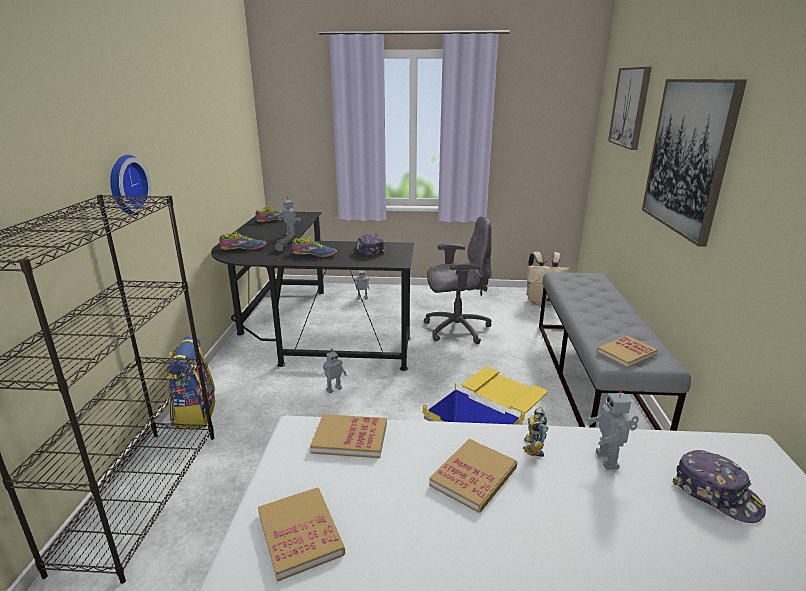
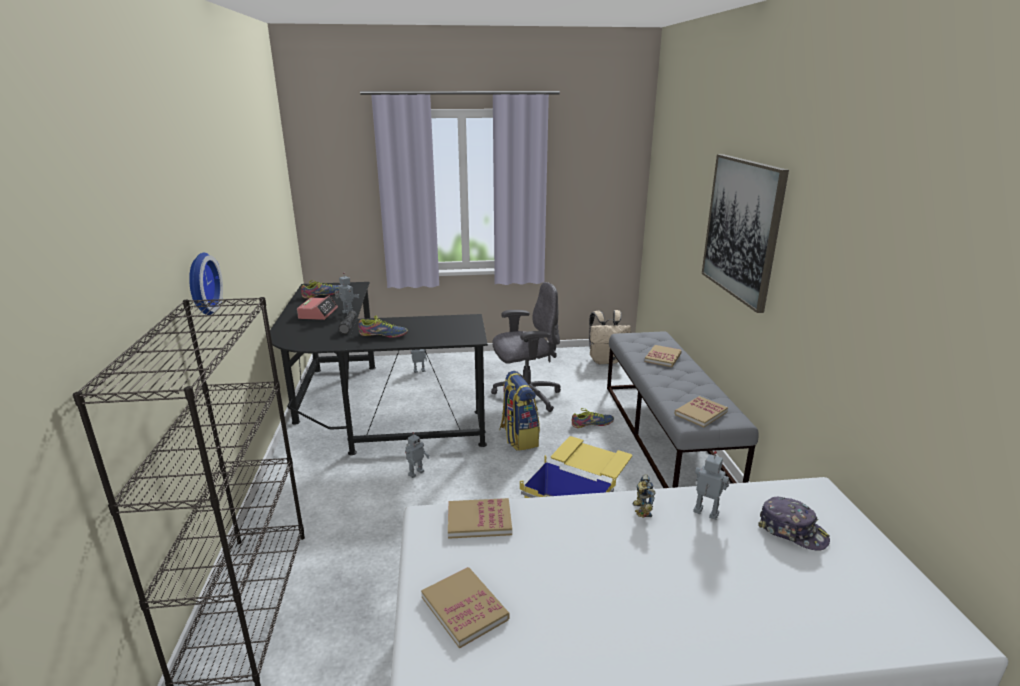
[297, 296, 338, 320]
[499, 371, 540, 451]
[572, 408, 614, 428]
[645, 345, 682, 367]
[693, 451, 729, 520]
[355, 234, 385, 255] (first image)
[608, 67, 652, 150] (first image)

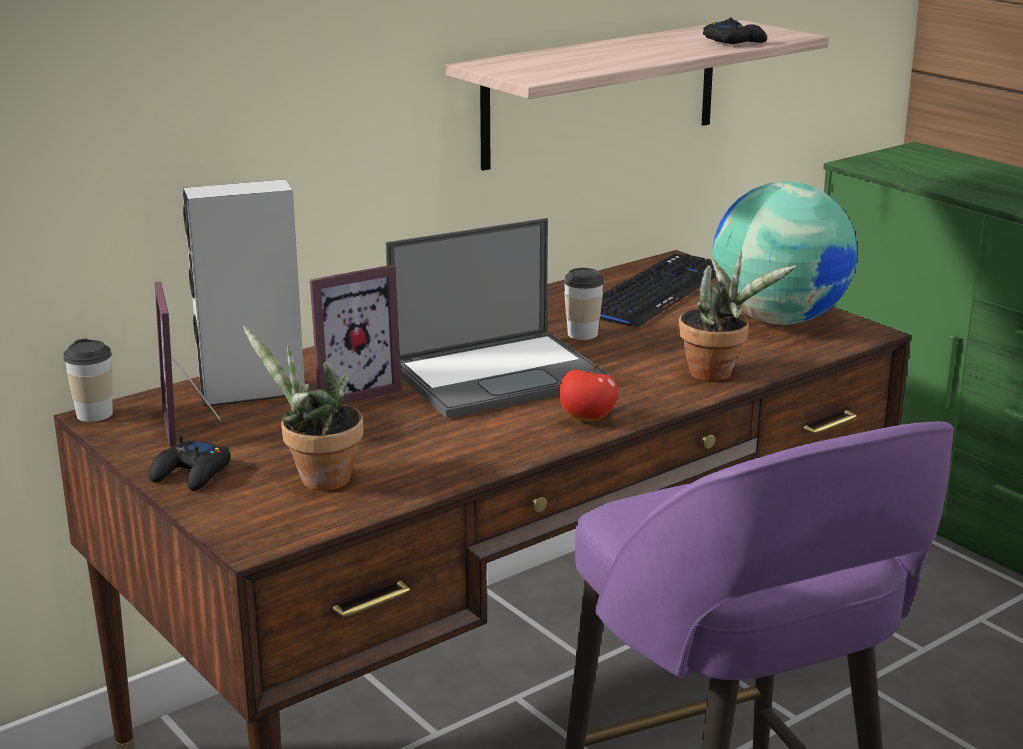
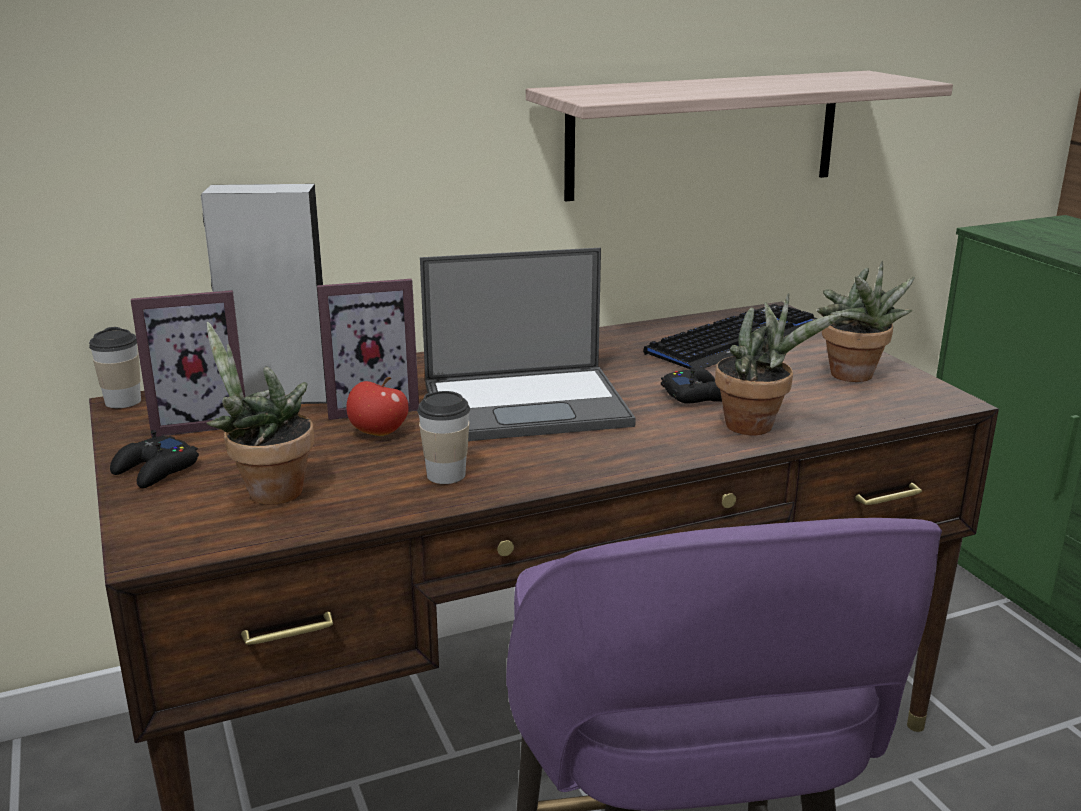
[131, 290, 245, 437]
[346, 377, 408, 436]
[417, 391, 470, 484]
[661, 367, 722, 403]
[817, 261, 915, 382]

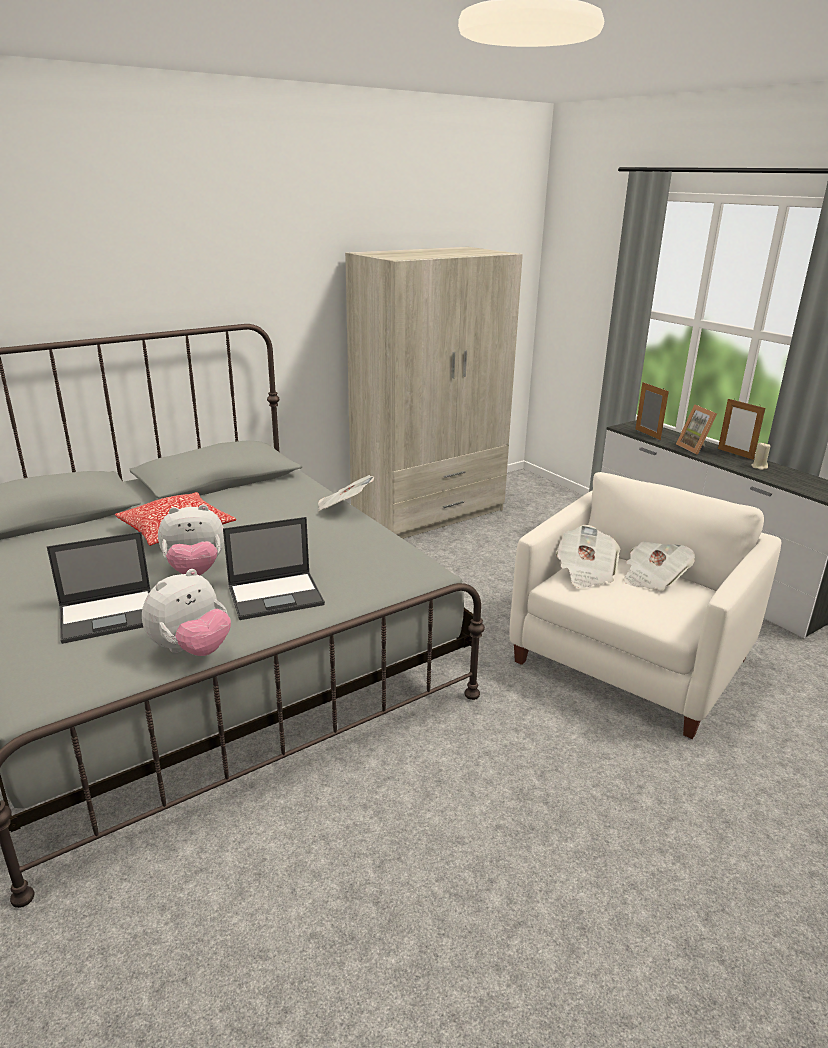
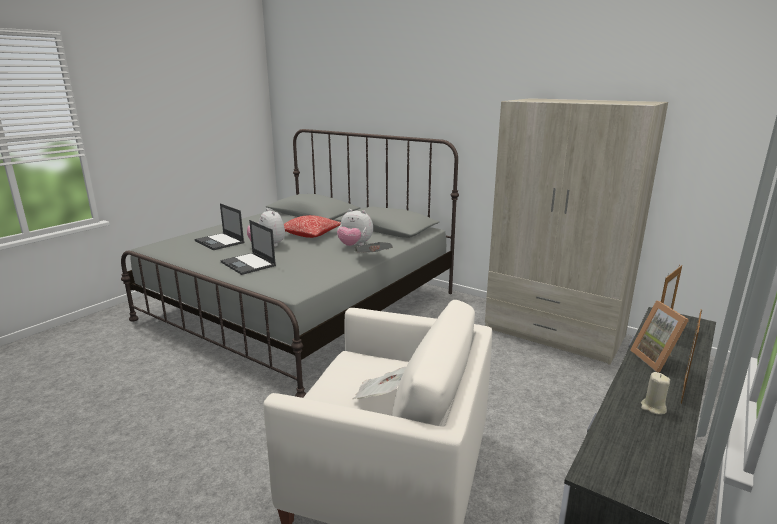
[337, 209, 373, 246]
[630, 300, 689, 372]
[556, 525, 620, 588] (first image)

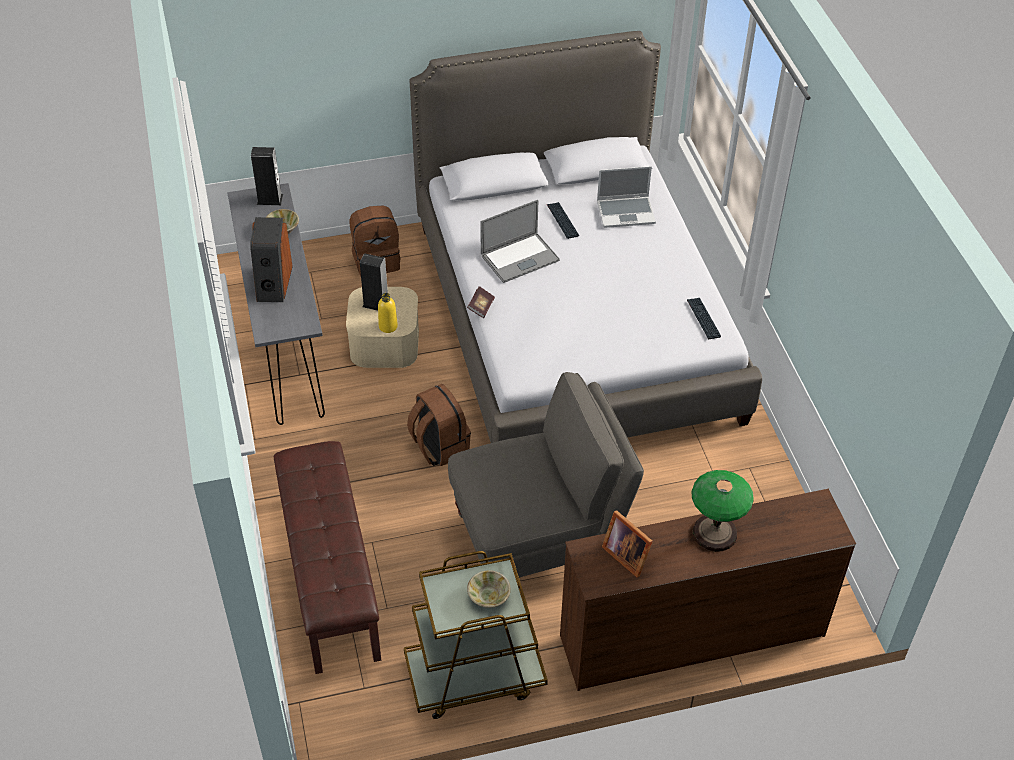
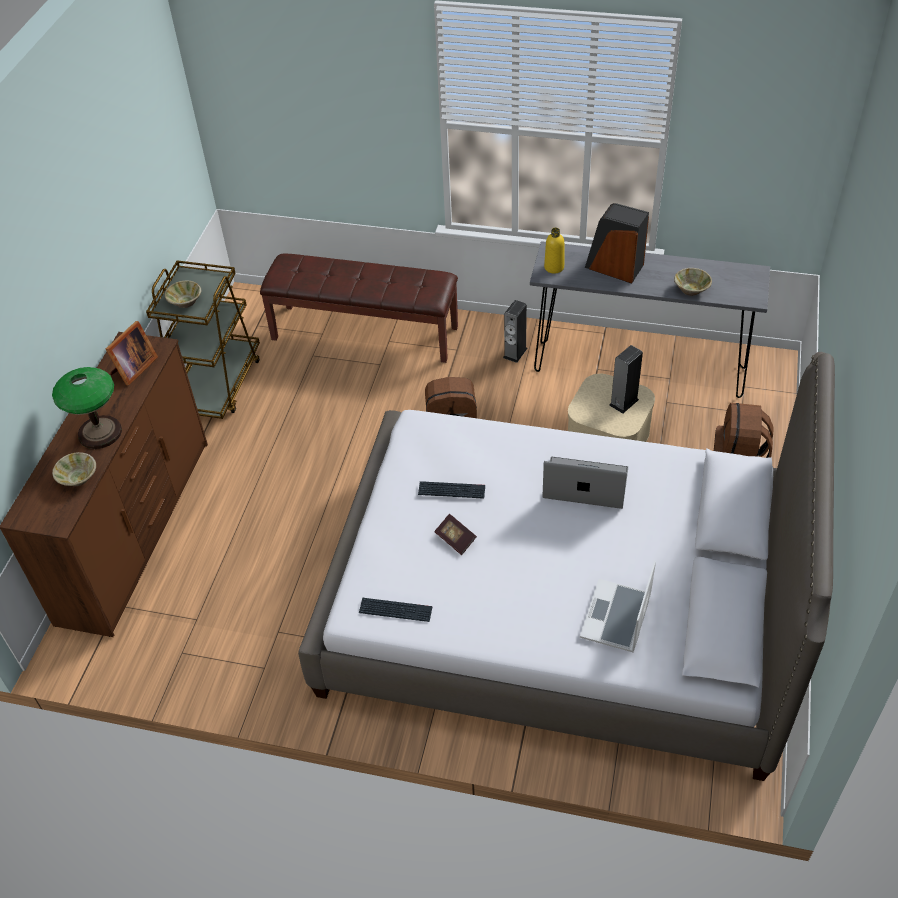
[52, 452, 96, 486]
[106, 321, 158, 386]
[418, 481, 485, 499]
[434, 514, 477, 555]
[503, 300, 528, 363]
[543, 456, 628, 509]
[544, 228, 564, 273]
[448, 372, 644, 578] (first image)

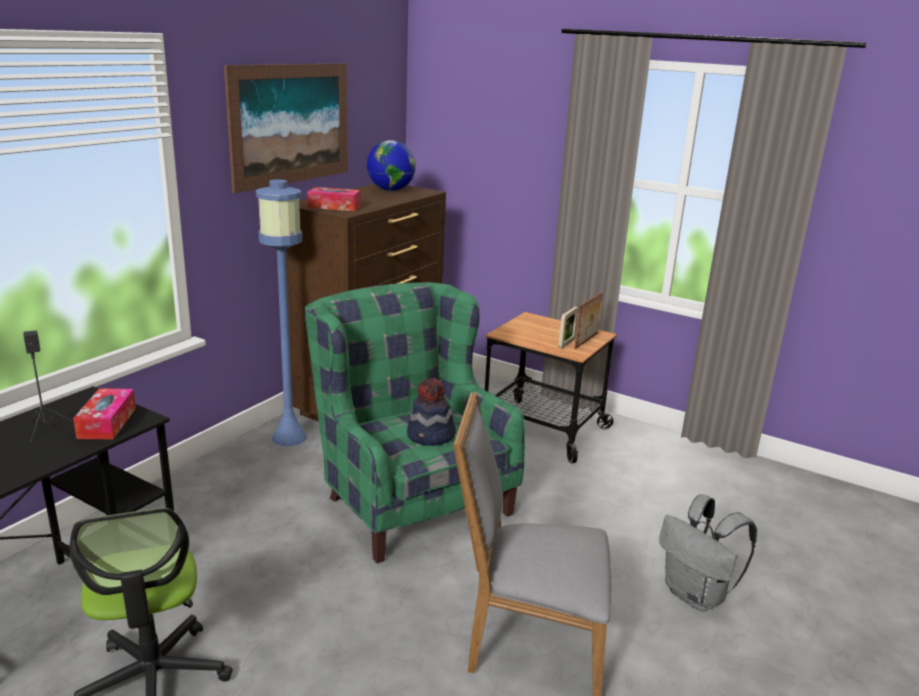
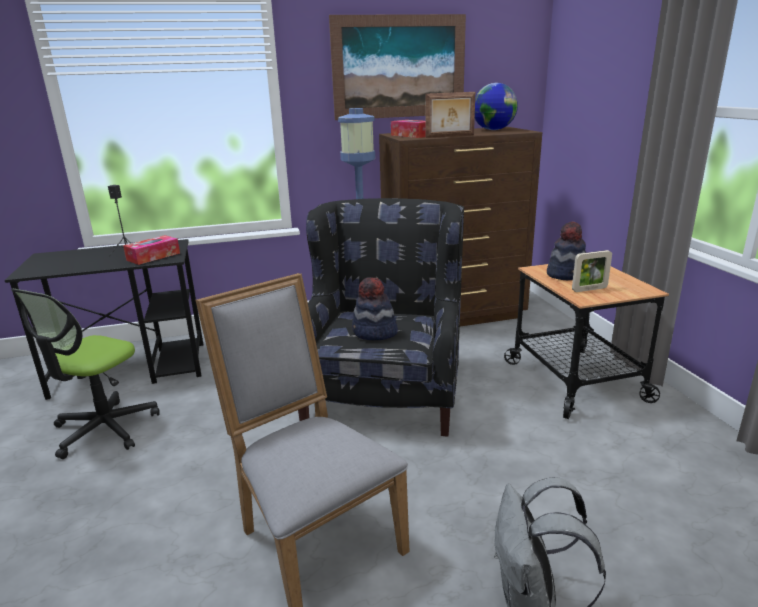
[298, 198, 464, 437]
[425, 92, 476, 138]
[547, 222, 586, 280]

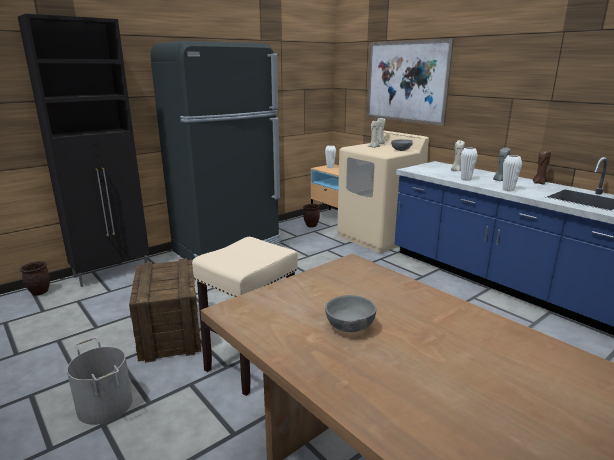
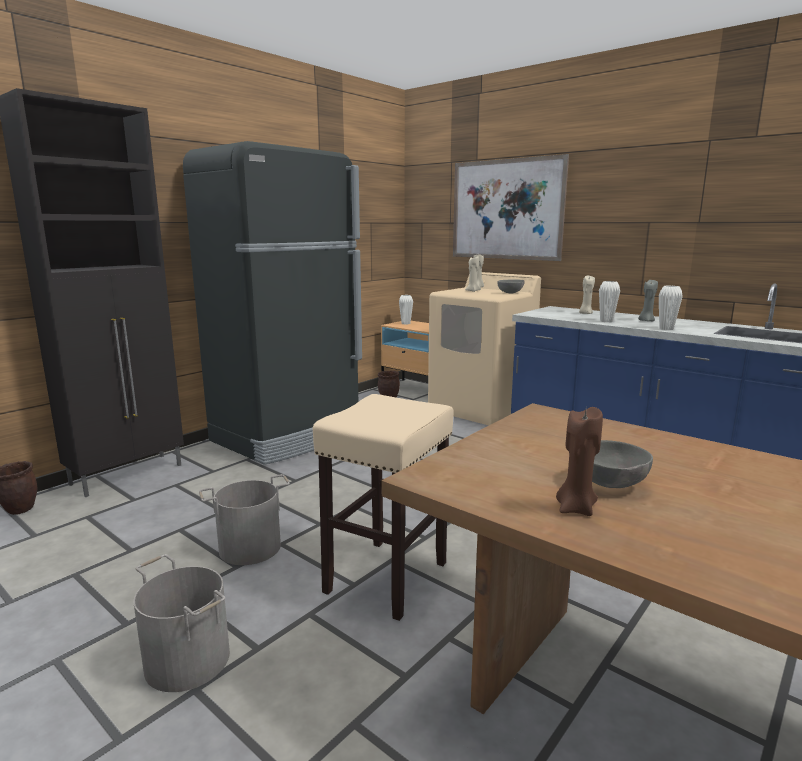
[199, 474, 290, 565]
[556, 407, 603, 516]

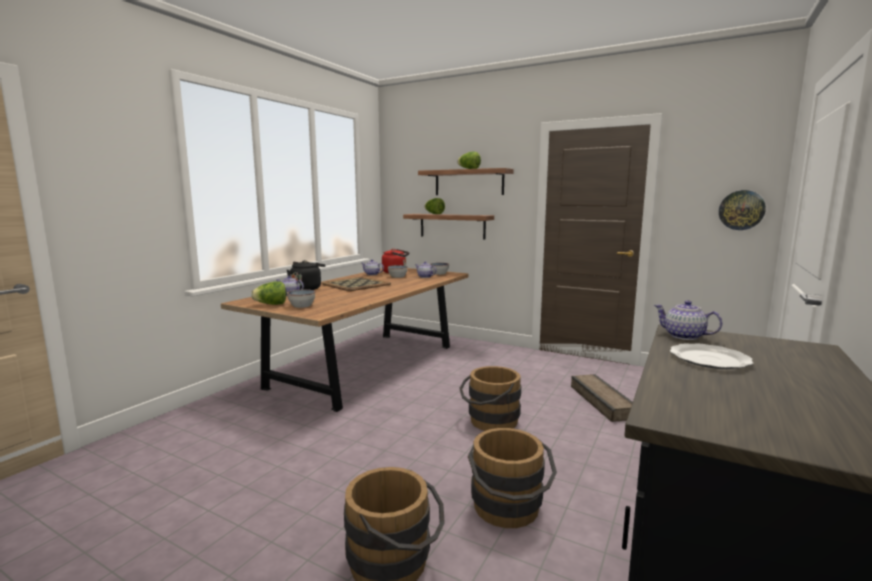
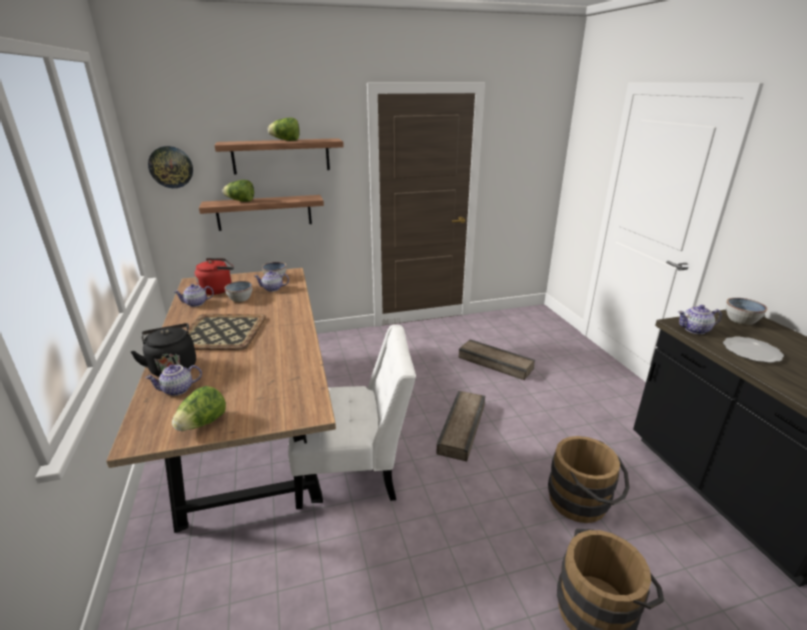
[148, 146, 193, 188]
[288, 325, 416, 509]
[436, 391, 485, 461]
[726, 298, 767, 325]

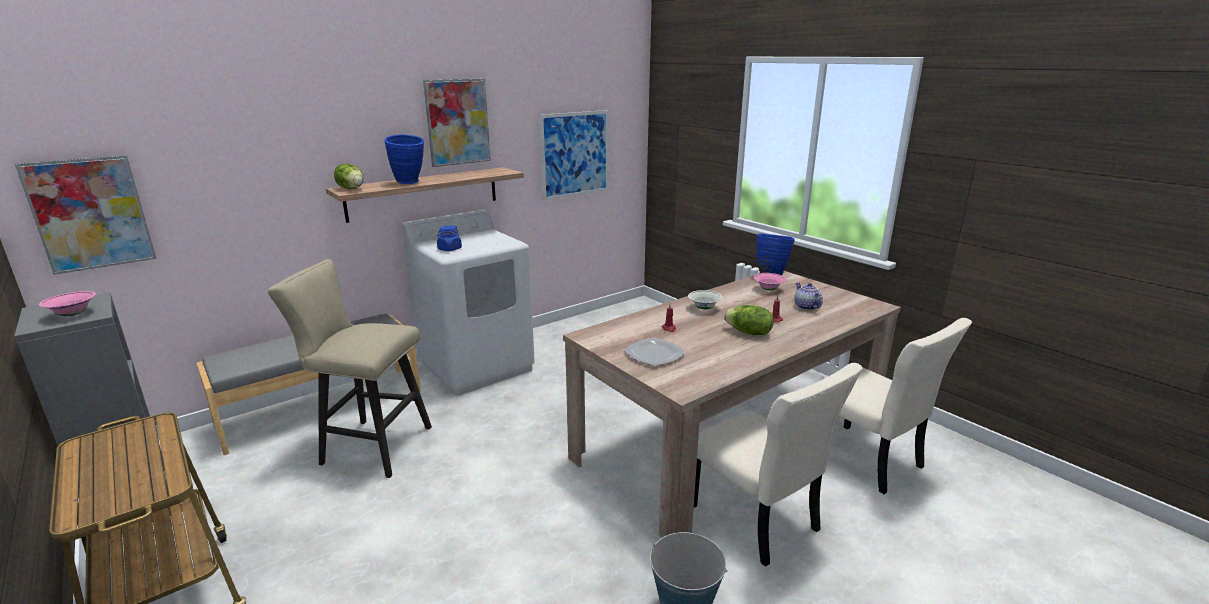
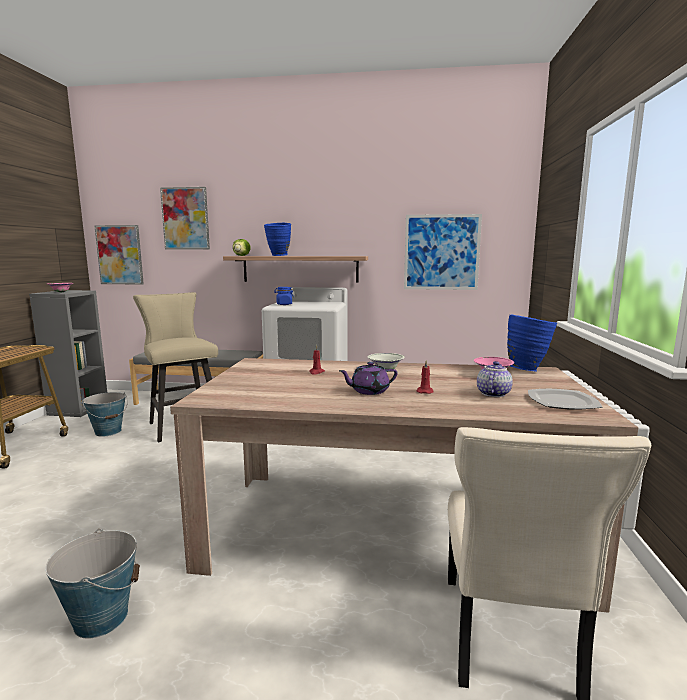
[83, 392, 128, 437]
[160, 187, 210, 249]
[339, 362, 398, 395]
[528, 389, 602, 410]
[694, 363, 863, 567] (first image)

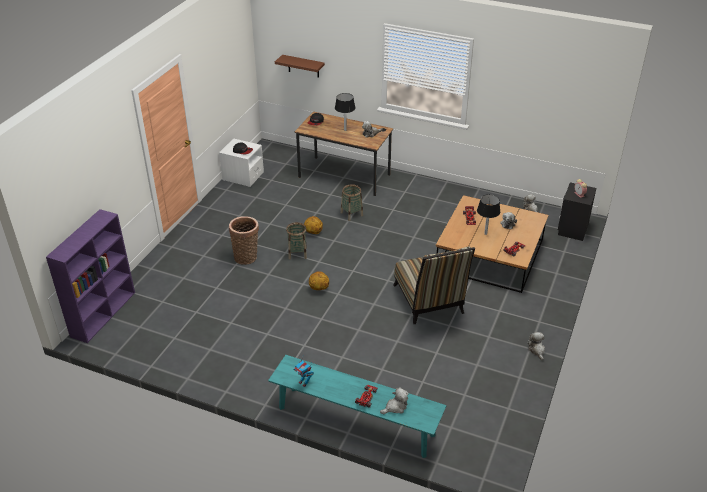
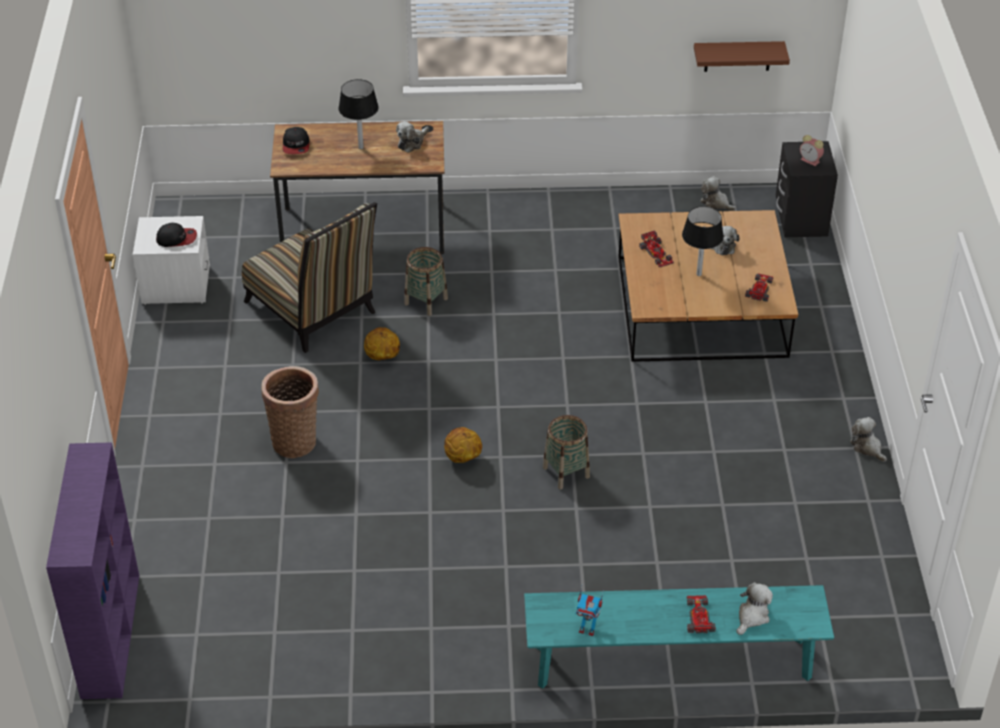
[242, 202, 377, 353]
[543, 415, 590, 490]
[694, 41, 790, 72]

